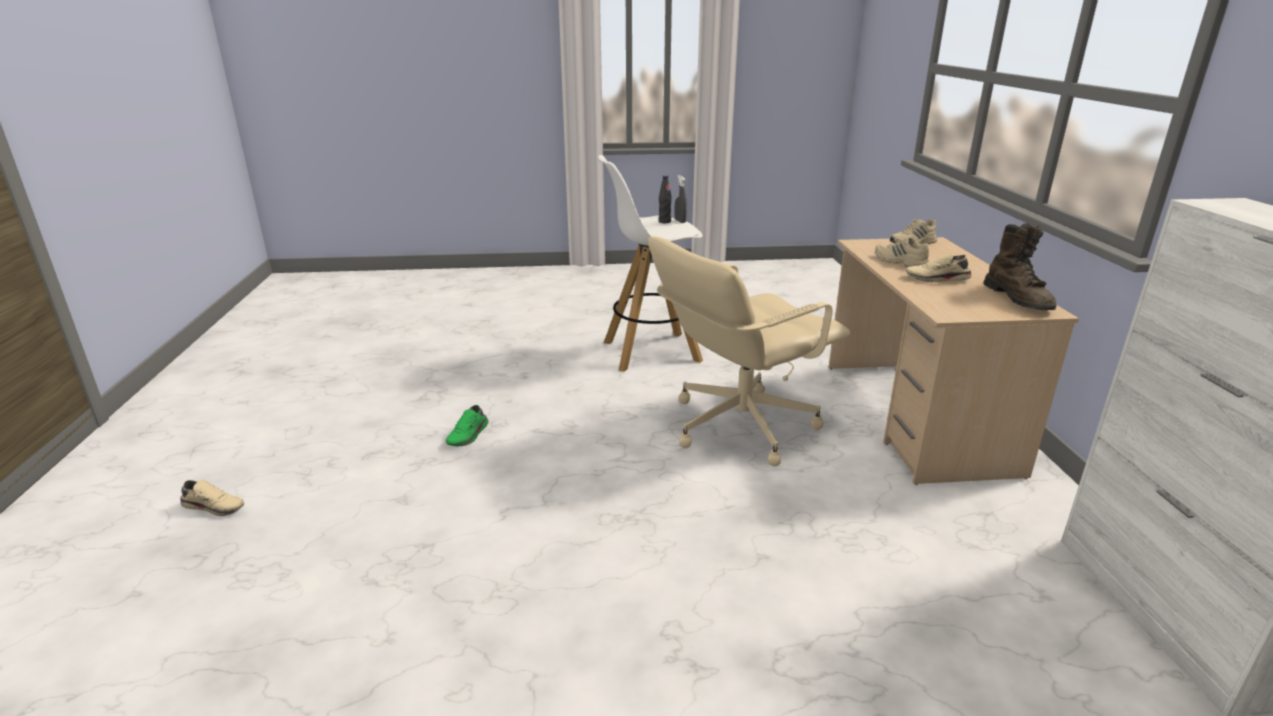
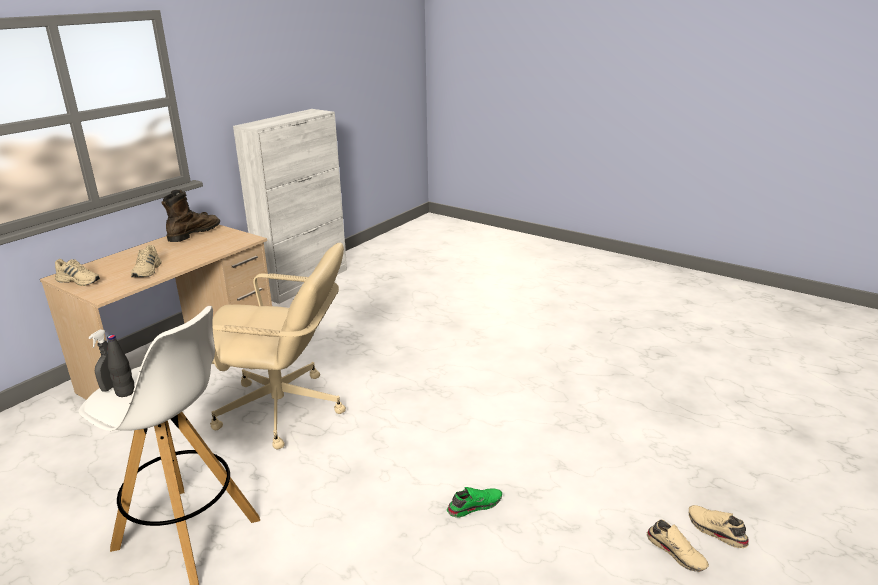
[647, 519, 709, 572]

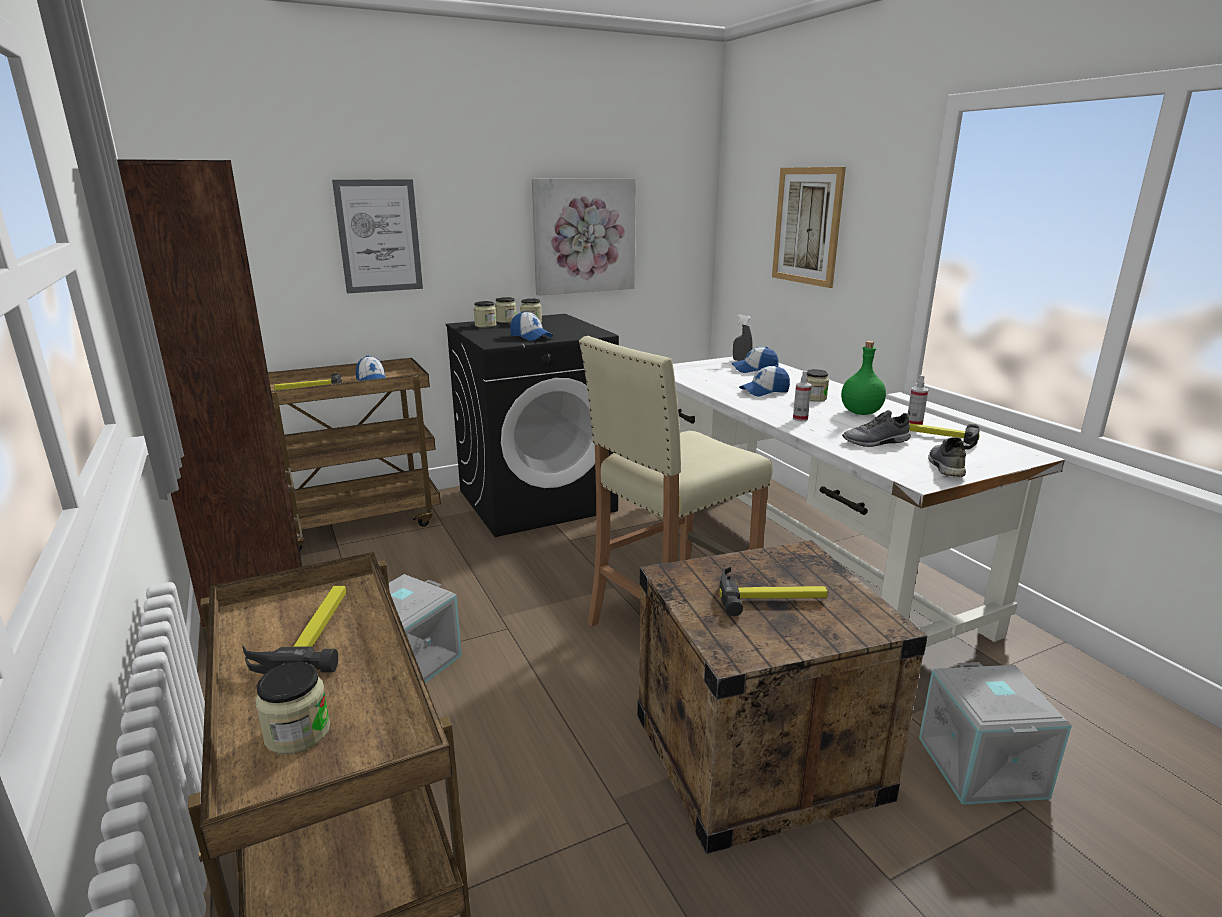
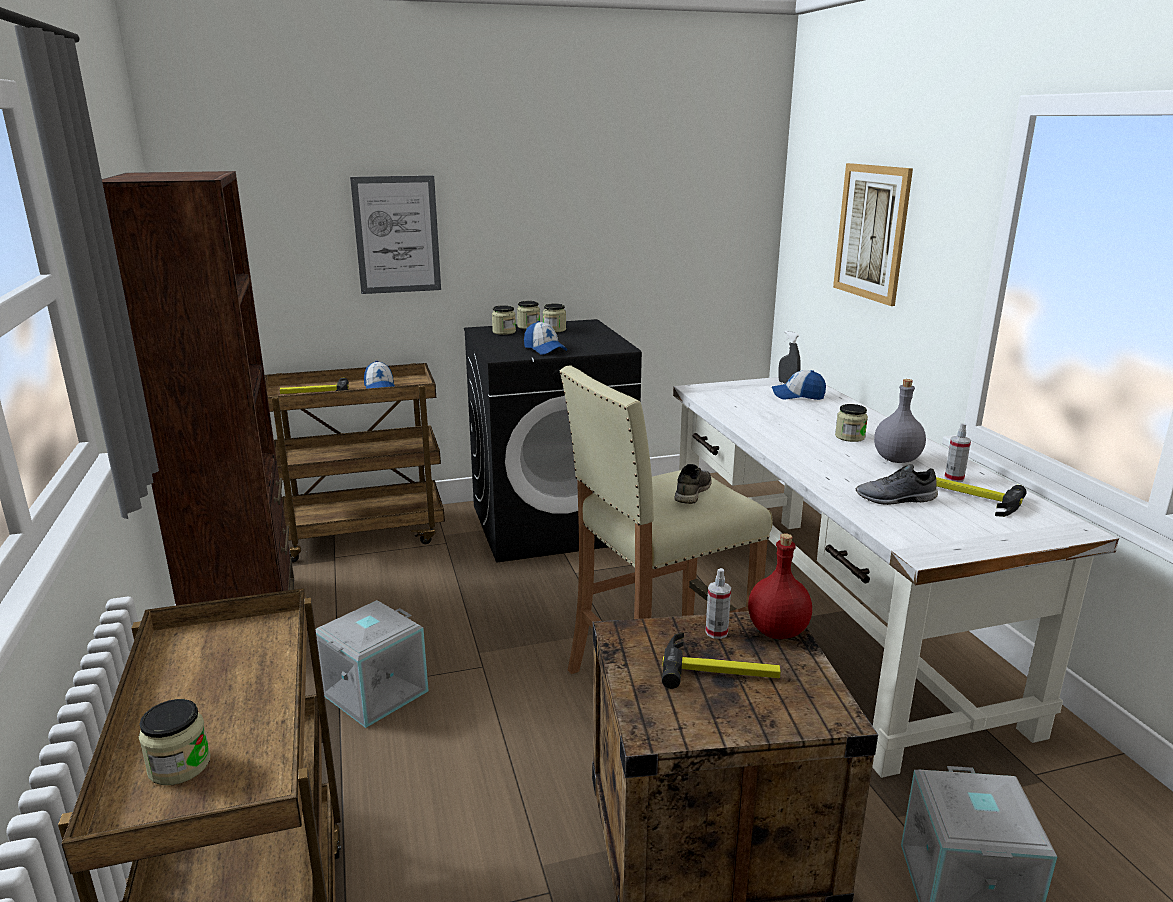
[674, 464, 712, 504]
[706, 568, 731, 639]
[748, 533, 812, 639]
[874, 379, 926, 463]
[242, 586, 346, 674] (first image)
[532, 178, 636, 296] (first image)
[739, 365, 790, 397] (first image)

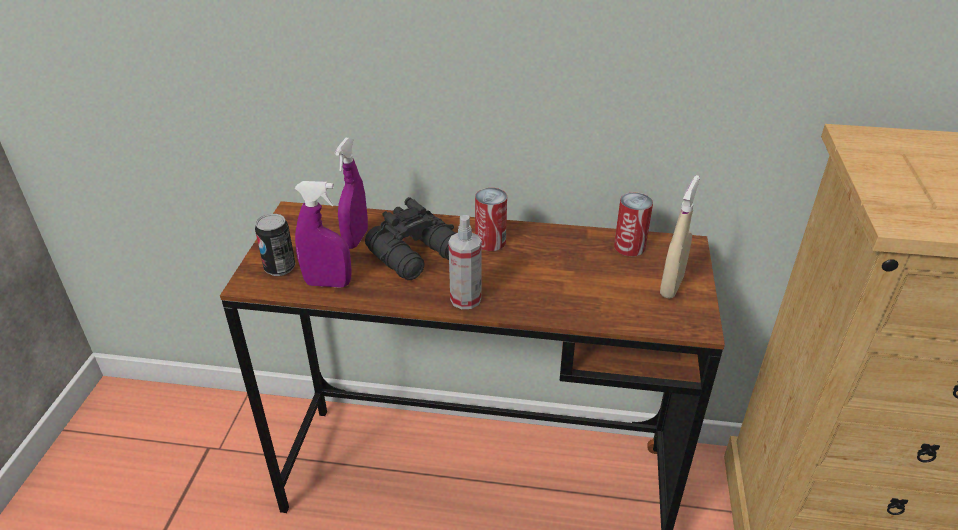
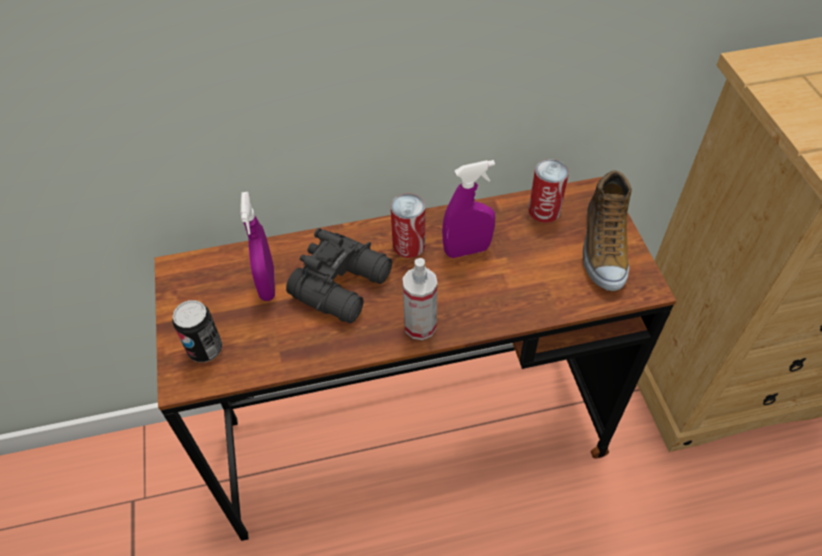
[442, 160, 495, 258]
[583, 170, 632, 291]

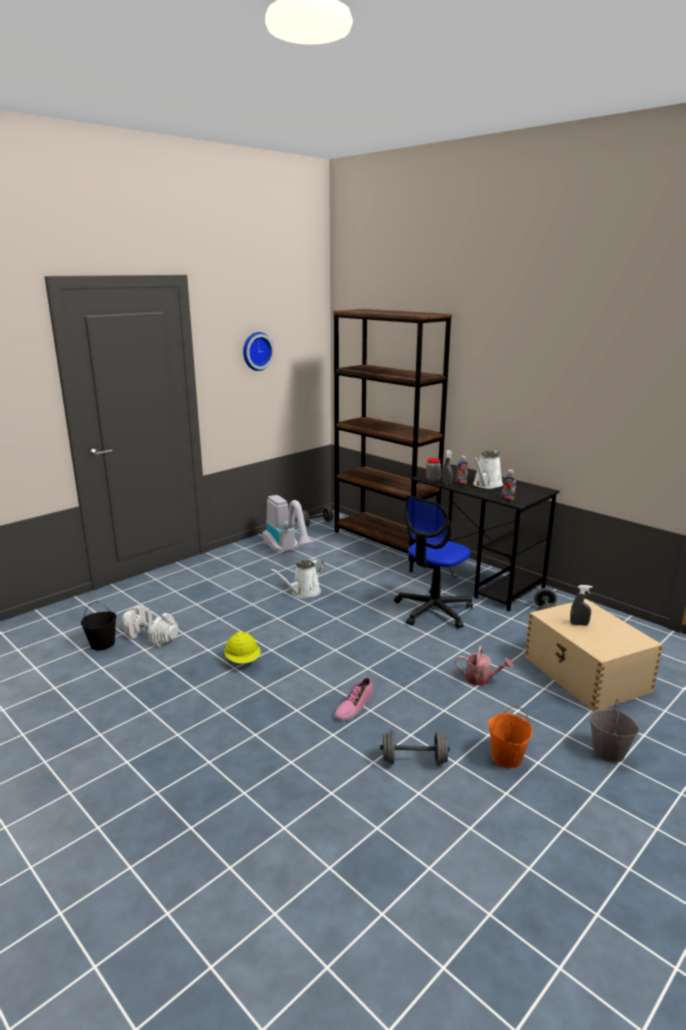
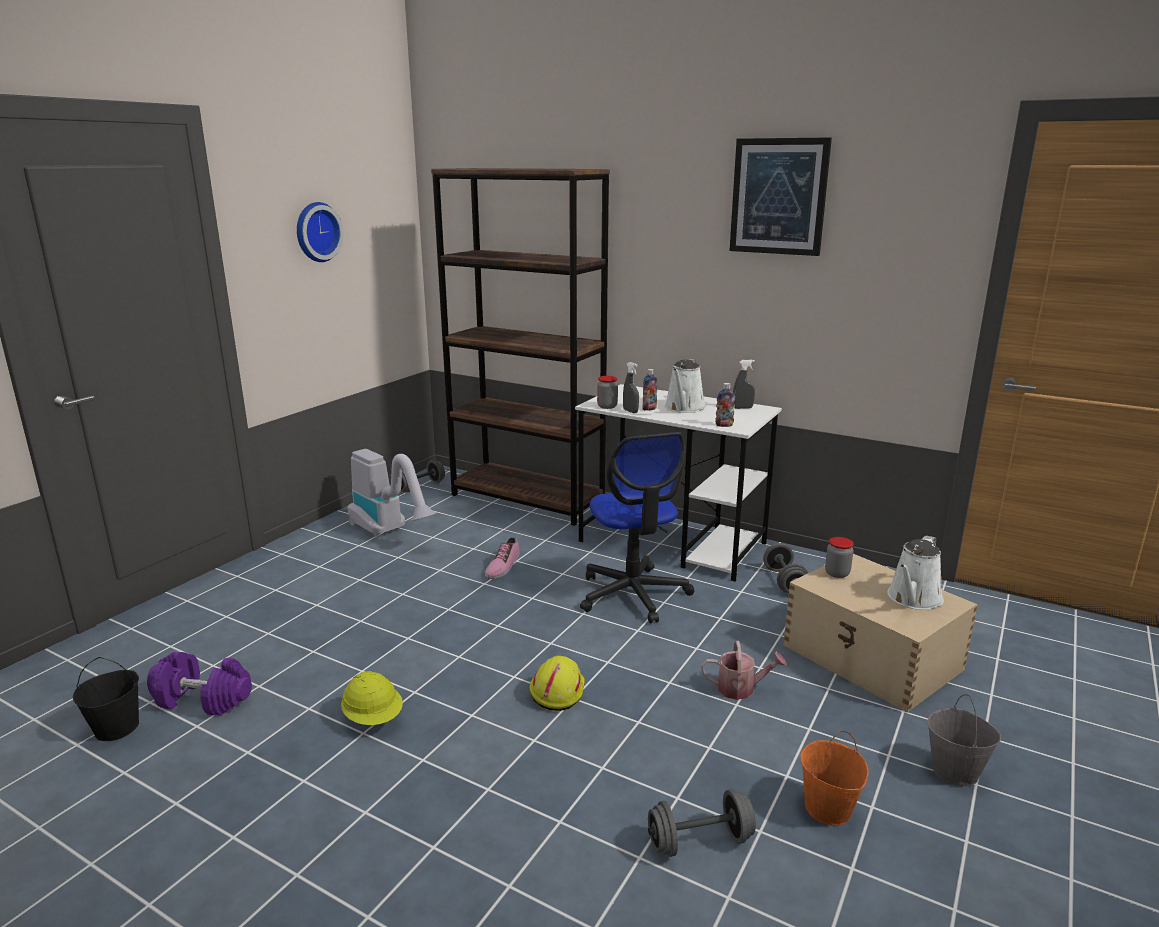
[147, 652, 252, 716]
[485, 537, 520, 579]
[530, 656, 585, 711]
[575, 384, 782, 582]
[580, 432, 694, 623]
[729, 138, 832, 256]
[733, 360, 755, 409]
[825, 537, 853, 578]
[887, 535, 944, 610]

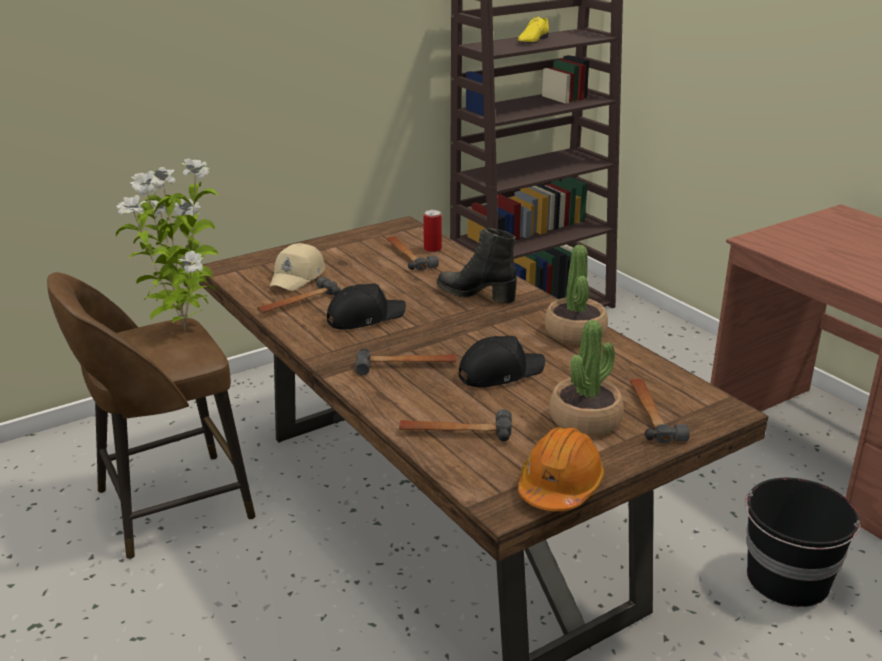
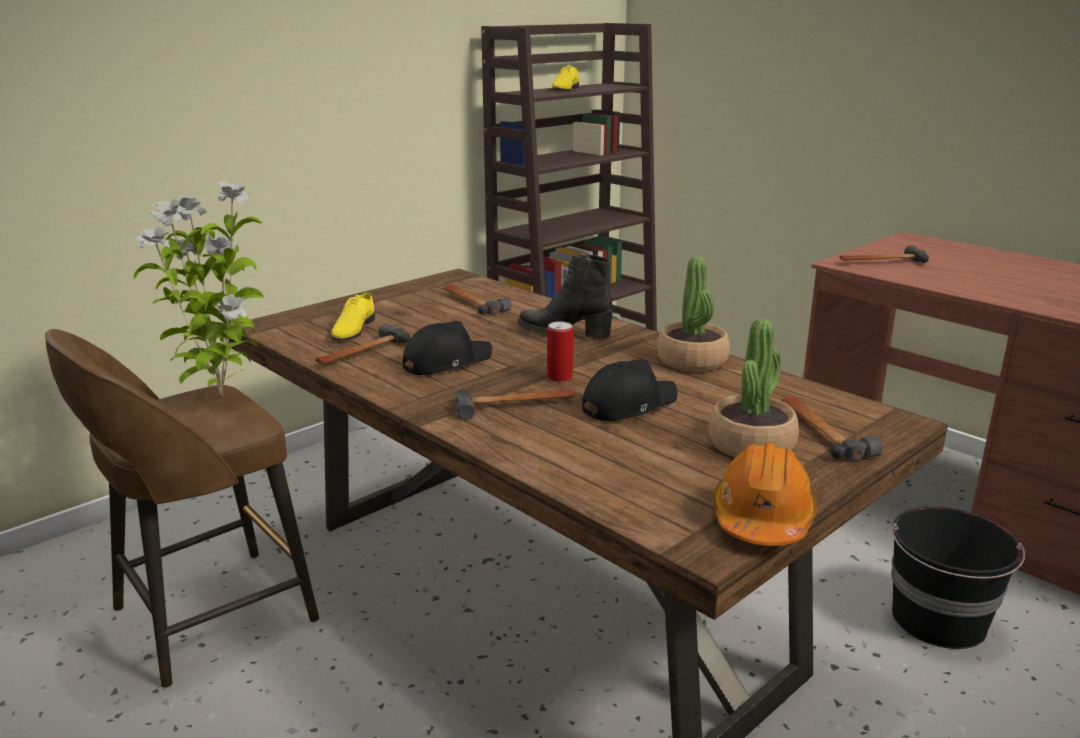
[331, 292, 375, 340]
[547, 321, 573, 382]
[839, 245, 929, 263]

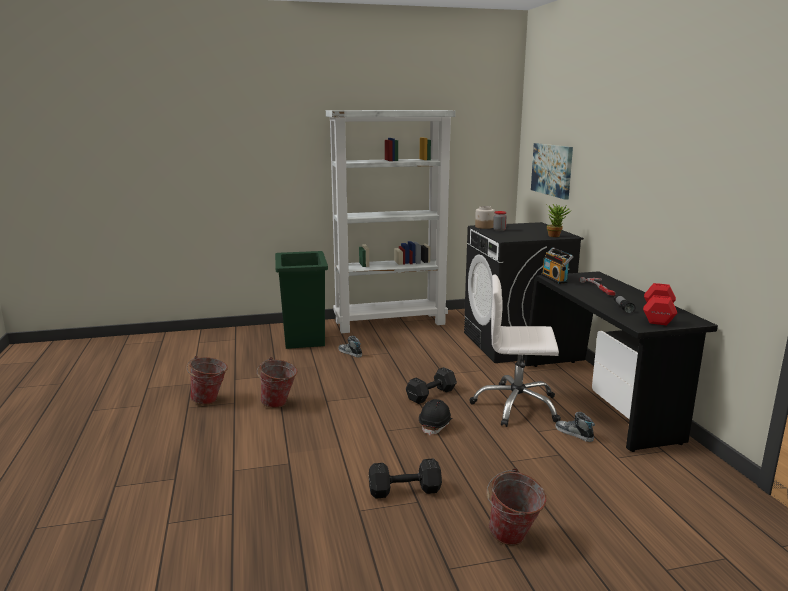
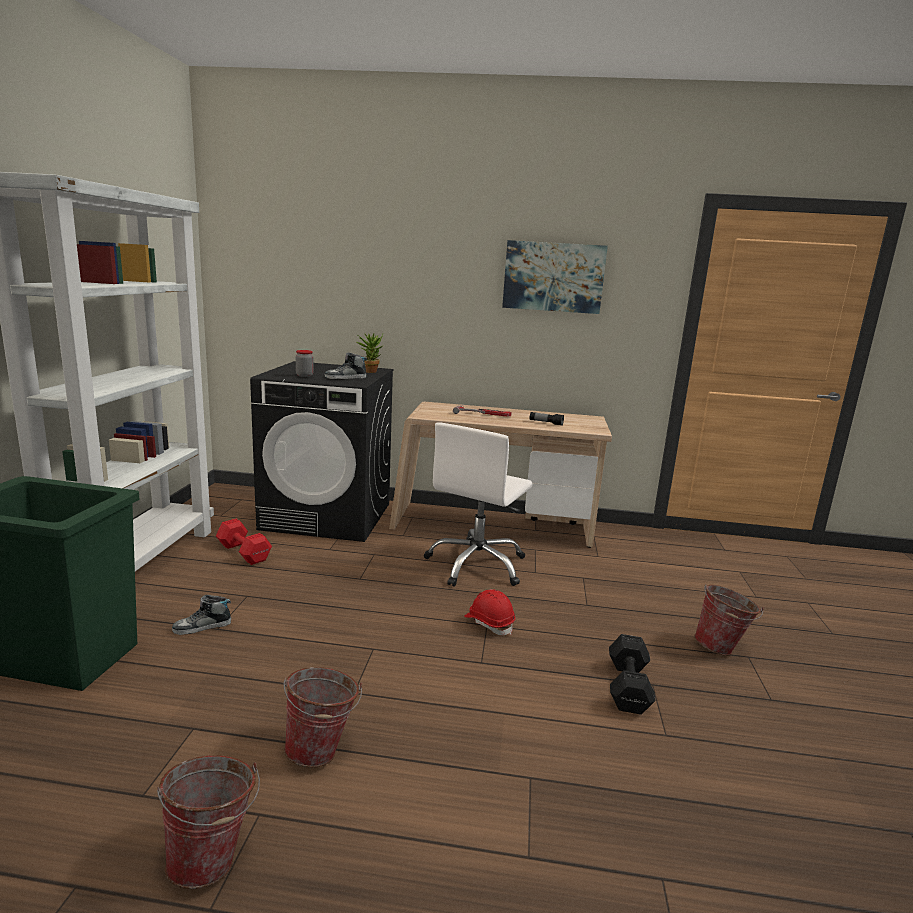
[216, 519, 272, 565]
[325, 353, 367, 379]
[389, 402, 612, 548]
[464, 589, 515, 635]
[502, 240, 608, 314]
[406, 367, 457, 404] (first image)
[475, 206, 495, 229] (first image)
[541, 247, 574, 284] (first image)

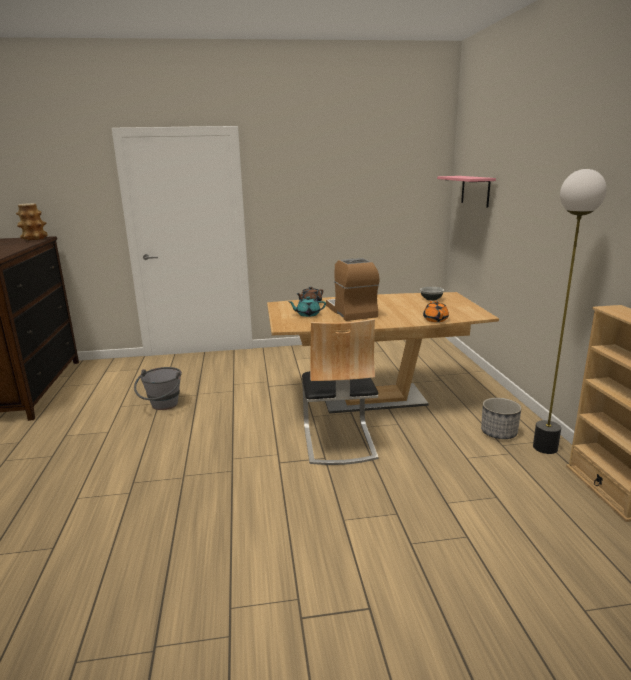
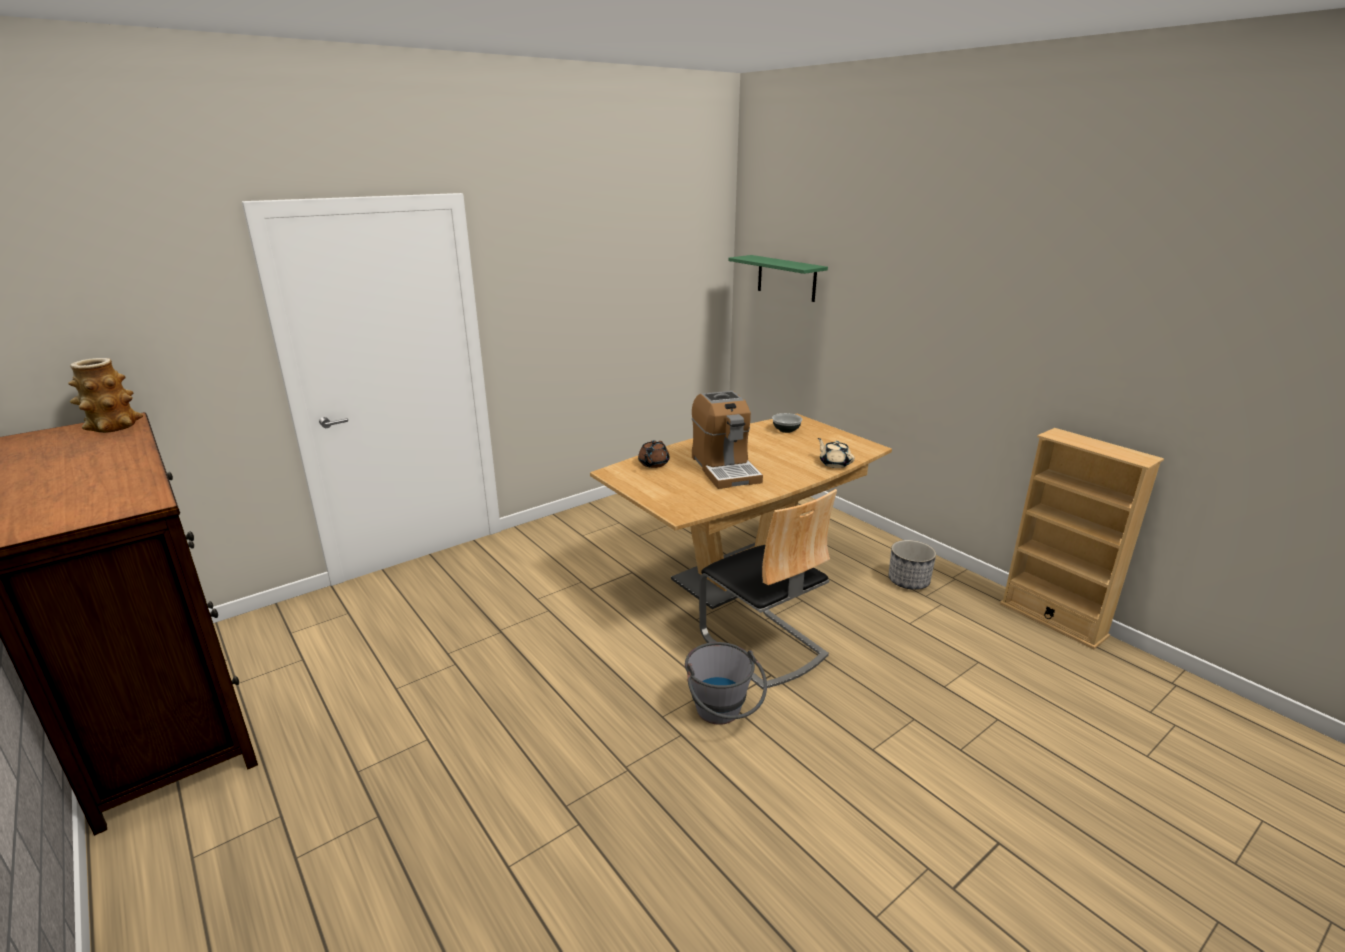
[685, 642, 767, 725]
[692, 391, 763, 489]
[728, 255, 828, 302]
[817, 438, 855, 468]
[288, 296, 326, 317] (first image)
[533, 169, 607, 454] (first image)

